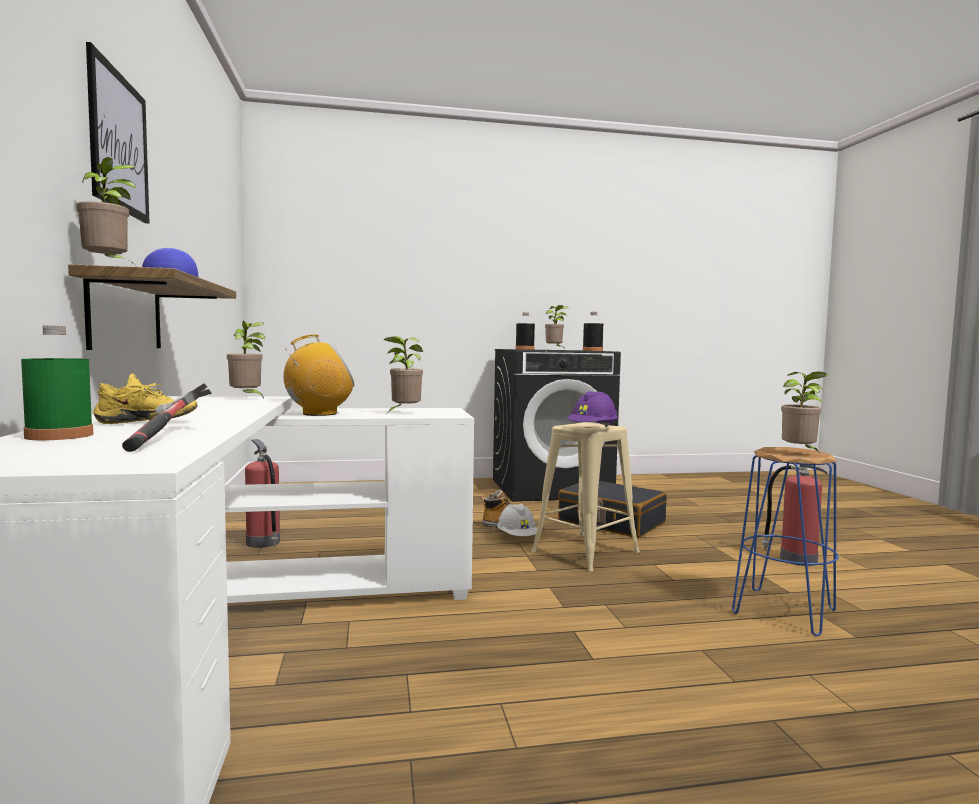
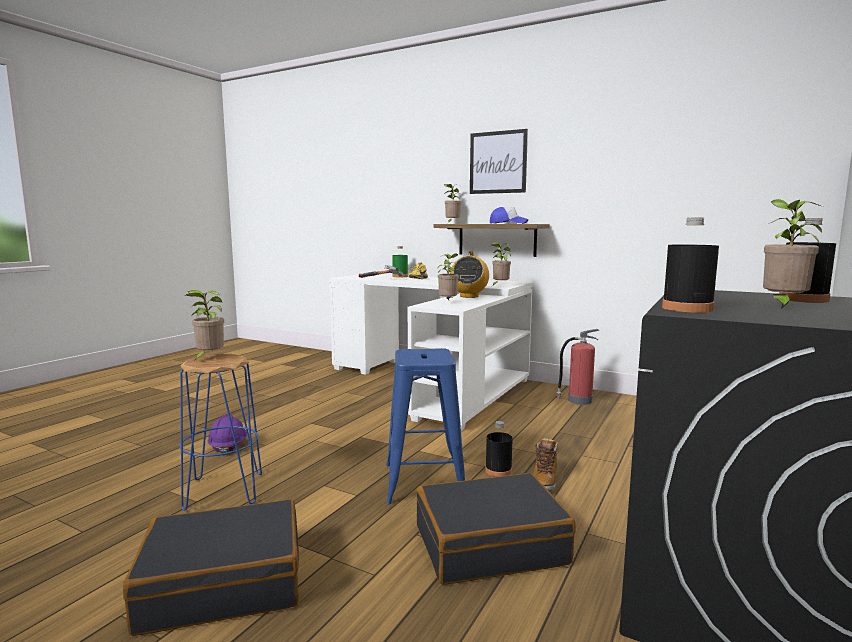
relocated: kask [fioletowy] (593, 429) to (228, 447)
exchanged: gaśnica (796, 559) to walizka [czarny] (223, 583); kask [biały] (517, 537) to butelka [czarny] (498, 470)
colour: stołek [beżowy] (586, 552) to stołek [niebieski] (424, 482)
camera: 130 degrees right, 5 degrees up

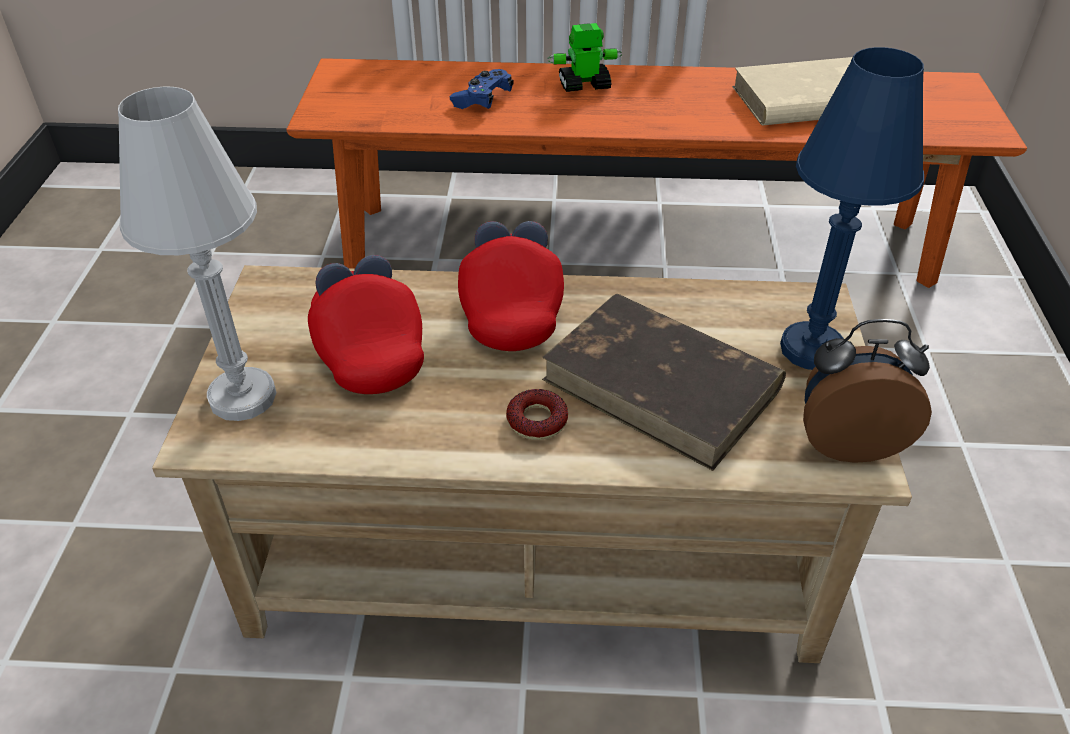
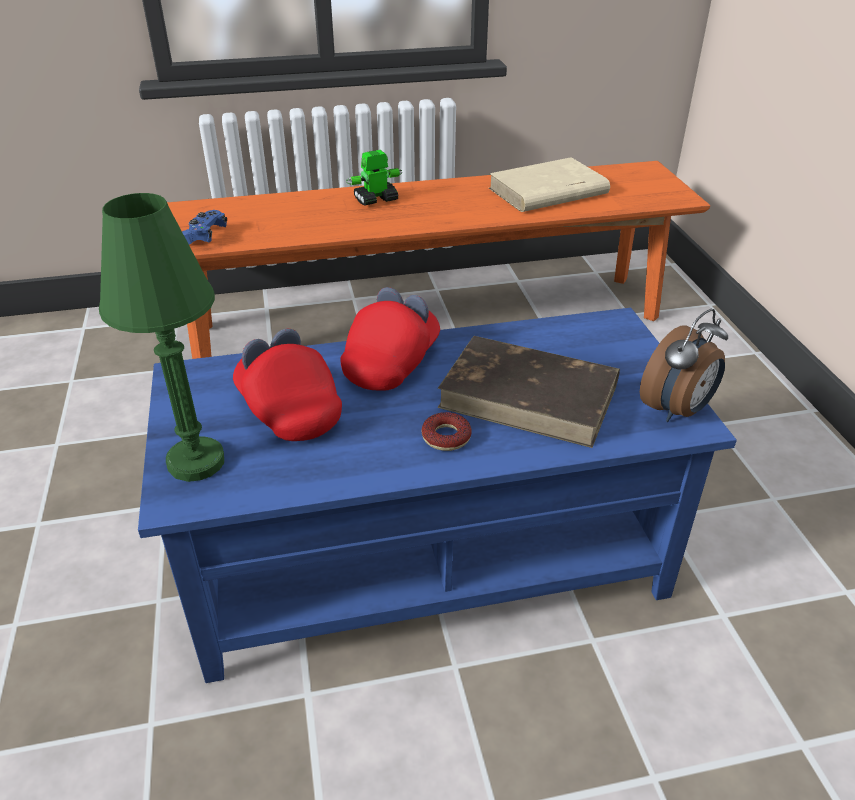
missing: lampa stołowa [niebieski] (811, 349)
relocated: pad do gier [niebieski] (482, 100) to (203, 237)
colour: lampa stołowa [biały] (242, 397) to lampa stołowa [zielony] (196, 462); ława [beżowy] (533, 546) to ława [niebieski] (426, 559)
spun: czapka z daszkiem [czerwony] (511, 310) = (392, 362) 45 degrees clockwise; budzik (847, 440) = (677, 410) 150 degrees clockwise
camera: 15 degrees left, 5 degrees down

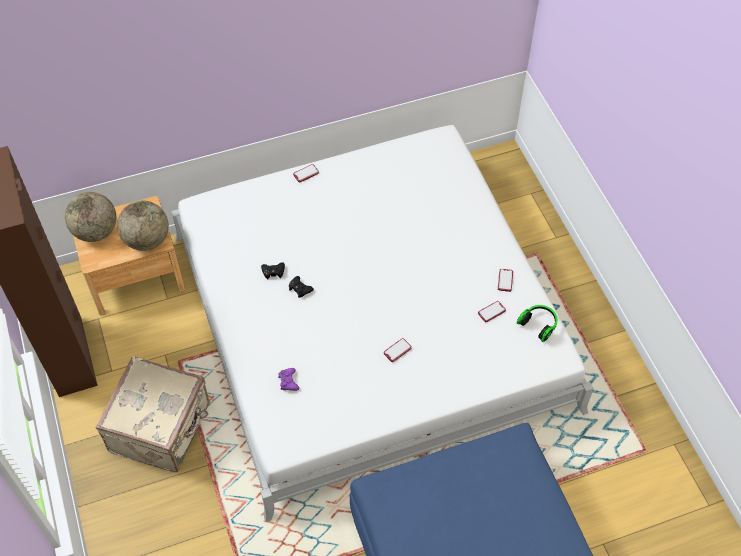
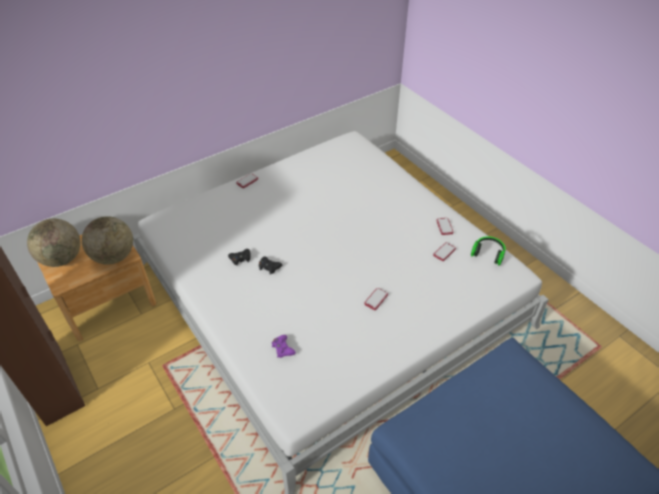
missing: walizka [beżowy] (162, 428)
camera: 15 degrees left, 10 degrees down

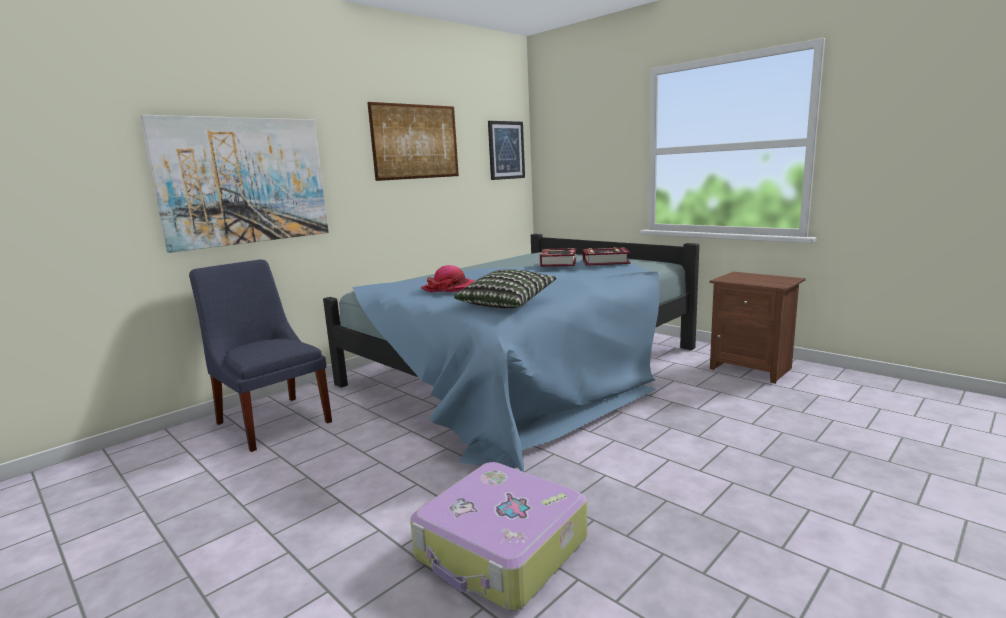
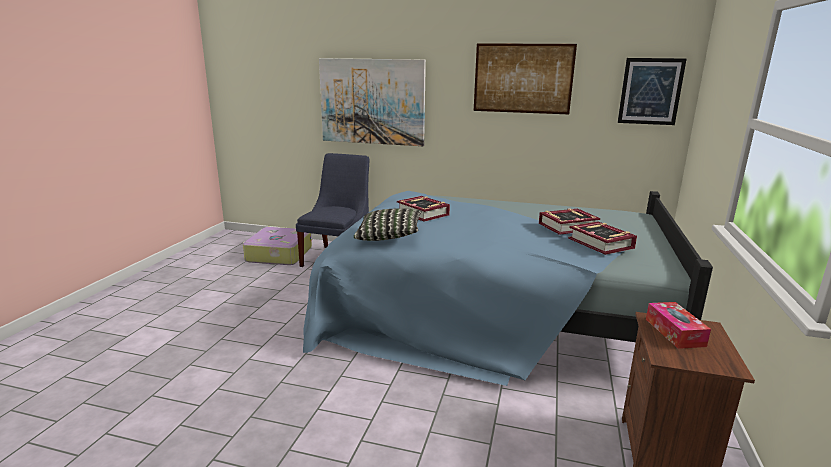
appeared: pudełko chusteczek (674, 332)
relocated: walizka (501, 550) to (278, 254)
exchanged: kapelusz (451, 288) to książka (423, 213)
camera: 60 degrees right, 5 degrees up

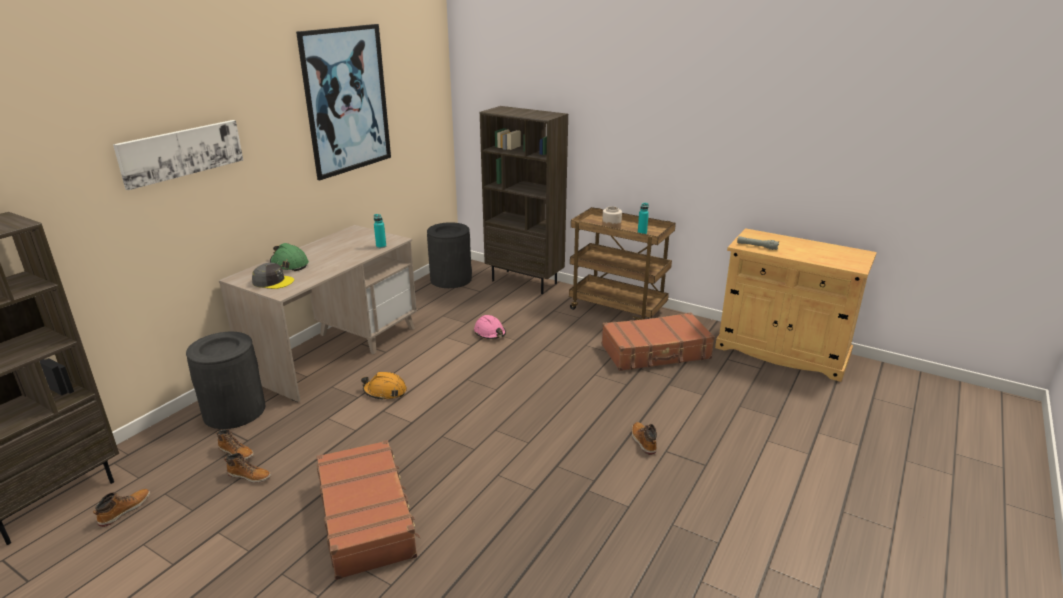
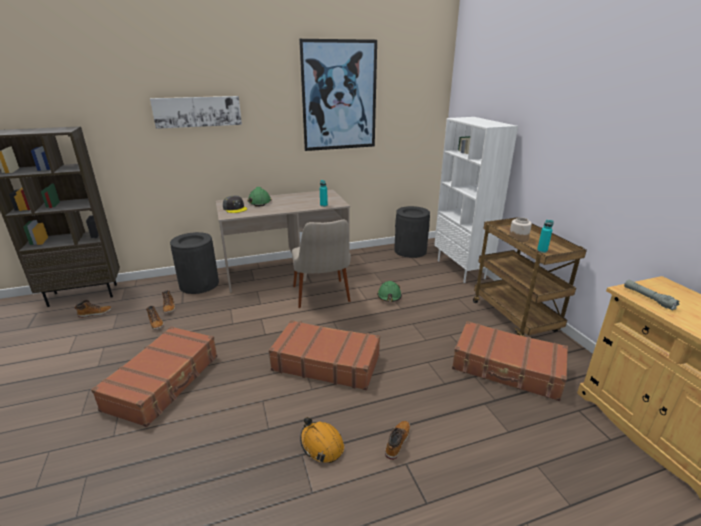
appeared: krzesło [beżowy] (323, 299); walizka [brązowy] (326, 362)
relocated: kask [pomarańczowy] (385, 392) to (321, 445)
colour: regał [brązowy] (525, 282) to regał [biały] (461, 269); kask [różowy] (490, 333) to kask [zielony] (389, 296)
camera: 40 degrees right, 0 degrees up

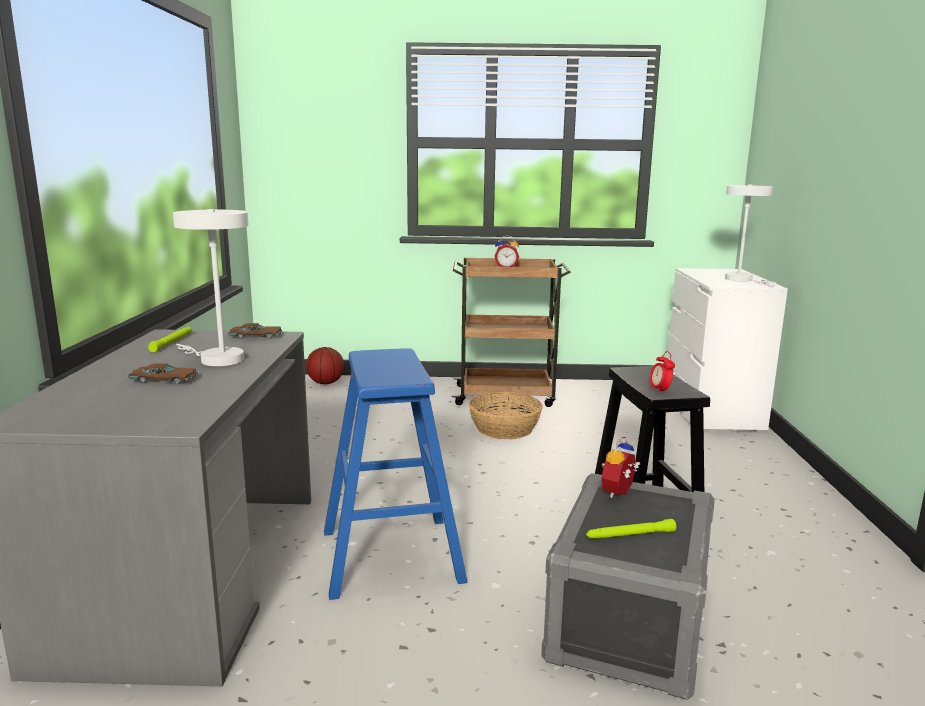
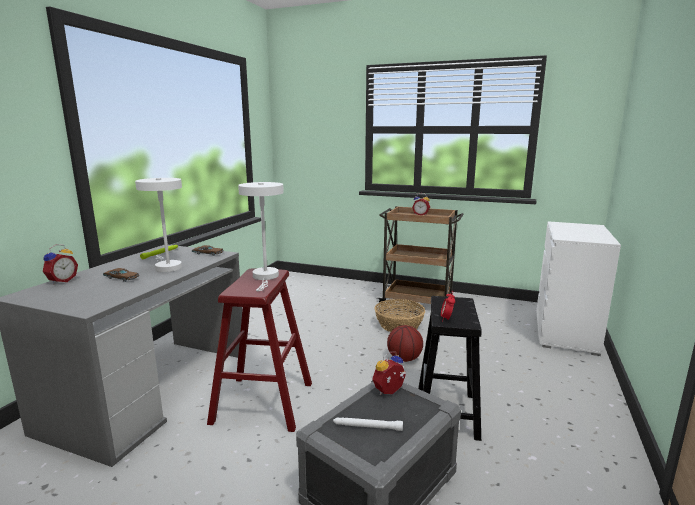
appeared: budzik (61, 281)
relocated: lampa stołowa [biały] (742, 280) to (265, 277); piłka do koszykówki (326, 383) to (404, 359)
colour: stołek [niebieski] (391, 556) to stołek [czerwony] (263, 402); latarka [zielony] (630, 535) to latarka [biały] (367, 427)
camera: 20 degrees right, 0 degrees up

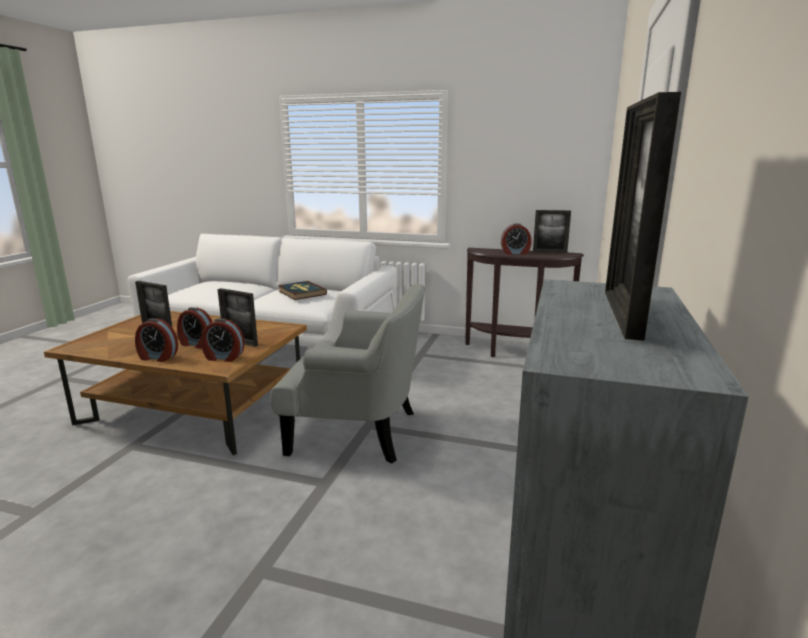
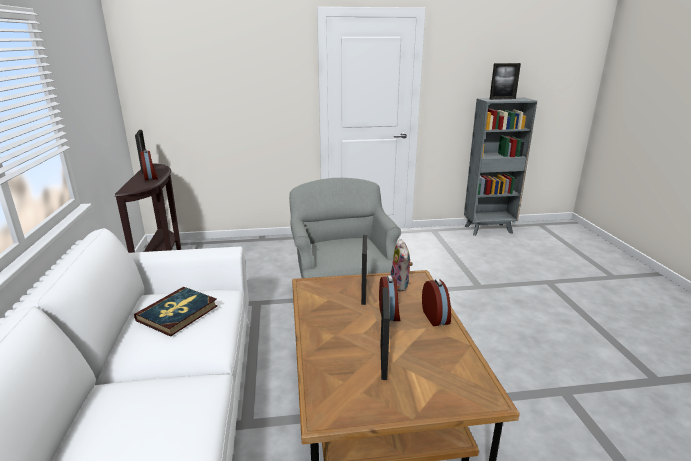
exchanged: budzik (223, 357) to pluszak (401, 286)
camera: 115 degrees left, 5 degrees up

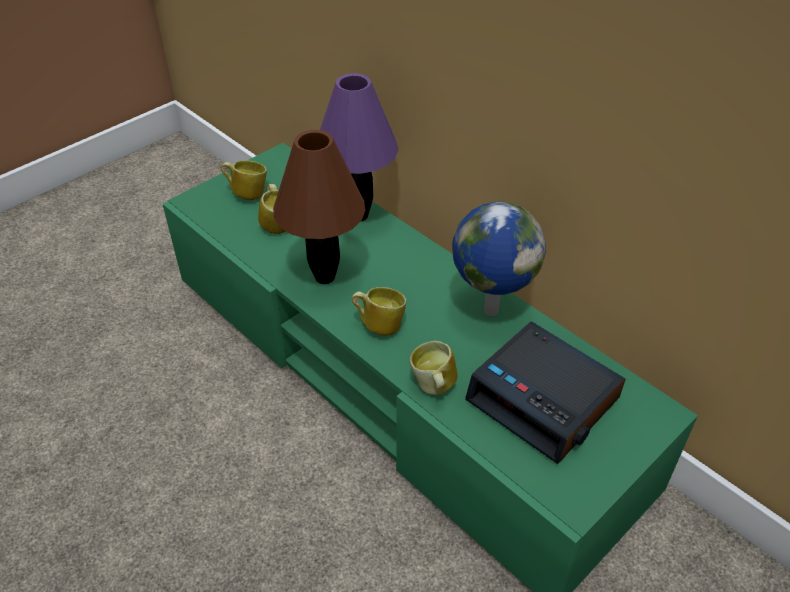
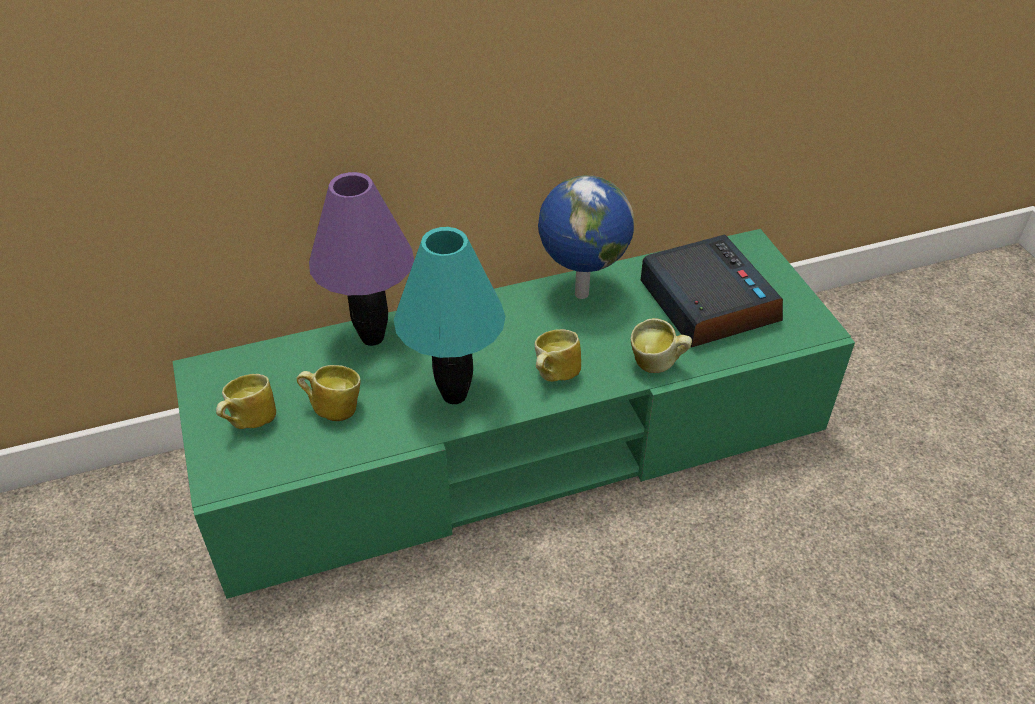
colour: lampa stołowa [brązowy] (324, 276) to lampa stołowa [turkusowy] (453, 395)
spun: budzik (544, 400) = (706, 302) 90 degrees counterclockwise
camera: 65 degrees left, 0 degrees up

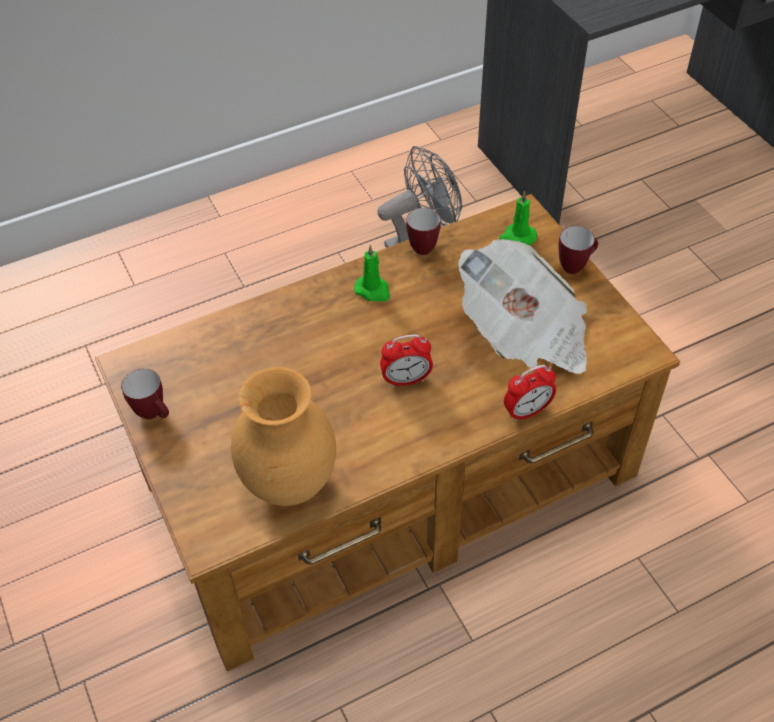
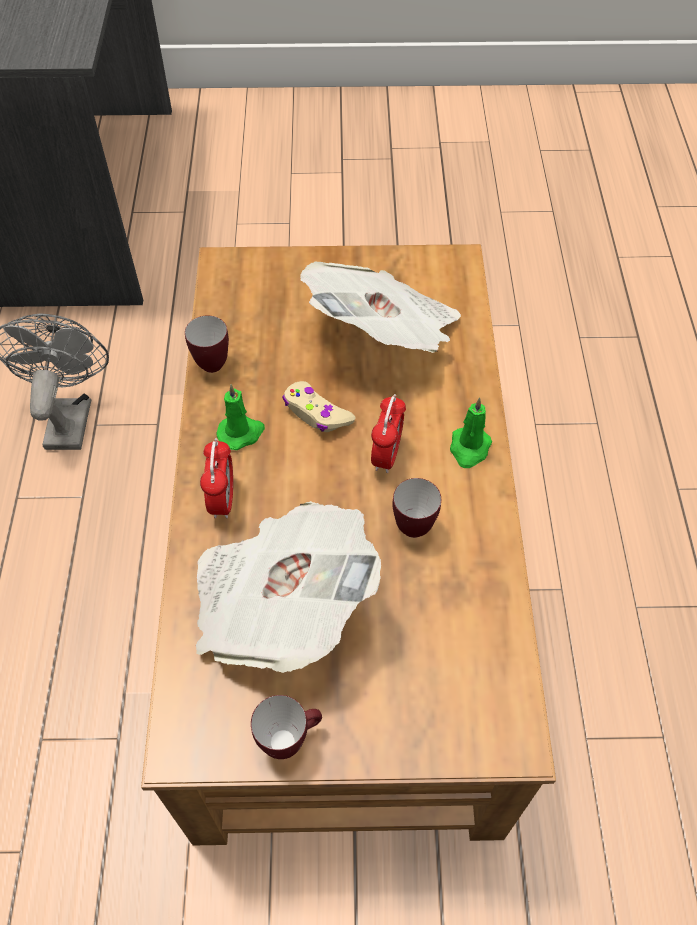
missing: wazon [brązowy] (290, 485)
appeared: pad do gier [beżowy] (316, 413); gazeta (279, 604)
relocated: świeca [zielony] (517, 237) to (469, 448); kubek (575, 265) to (412, 521); budzik (527, 412) to (222, 500)
camera: 65 degrees left, 5 degrees up

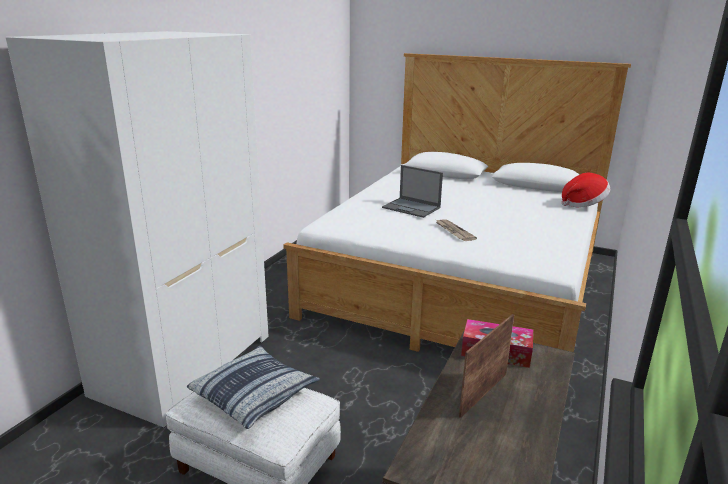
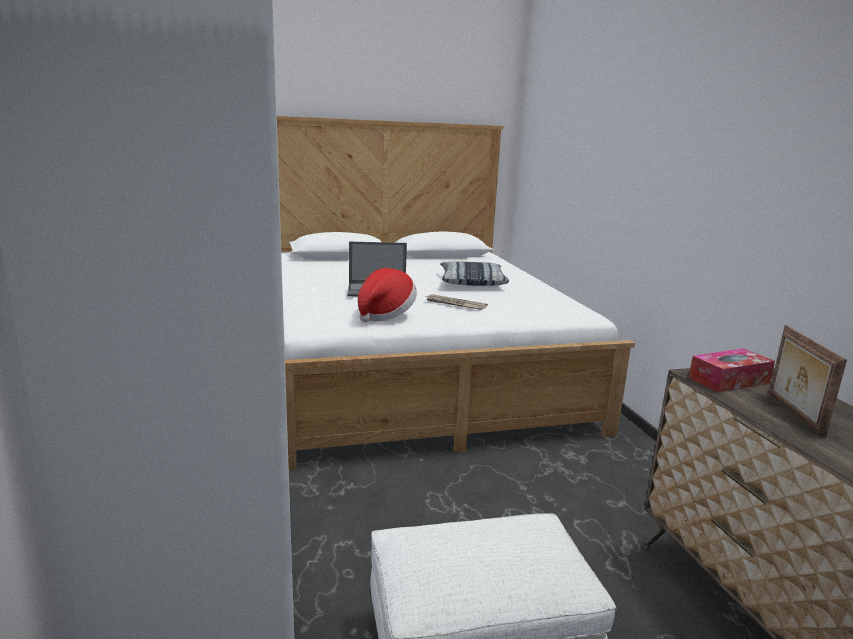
relocated: kapelusz (583, 204) to (385, 314); poduszka (254, 394) to (472, 282)
camera: 40 degrees left, 5 degrees down

